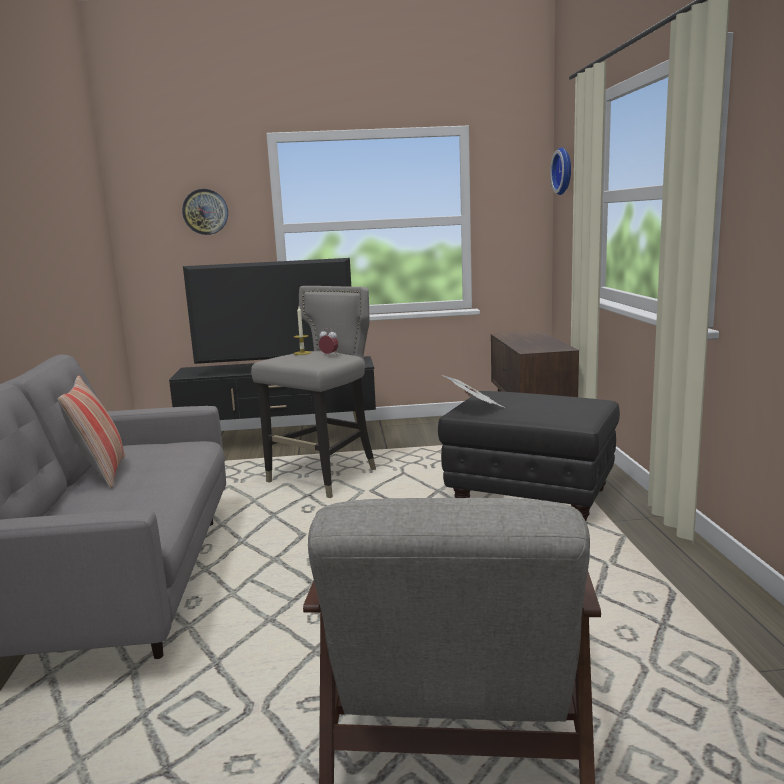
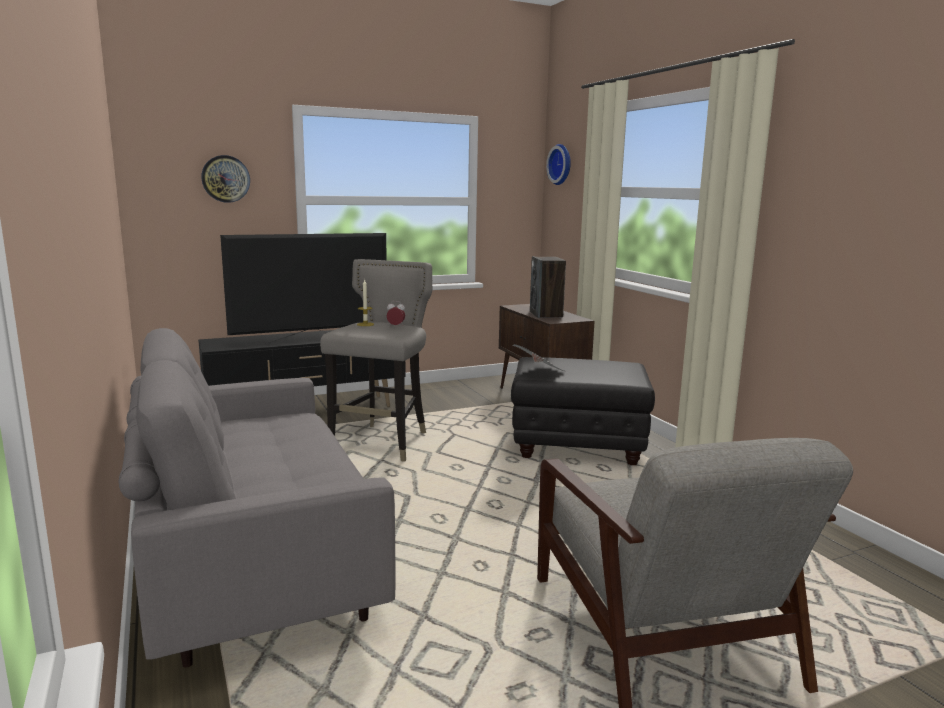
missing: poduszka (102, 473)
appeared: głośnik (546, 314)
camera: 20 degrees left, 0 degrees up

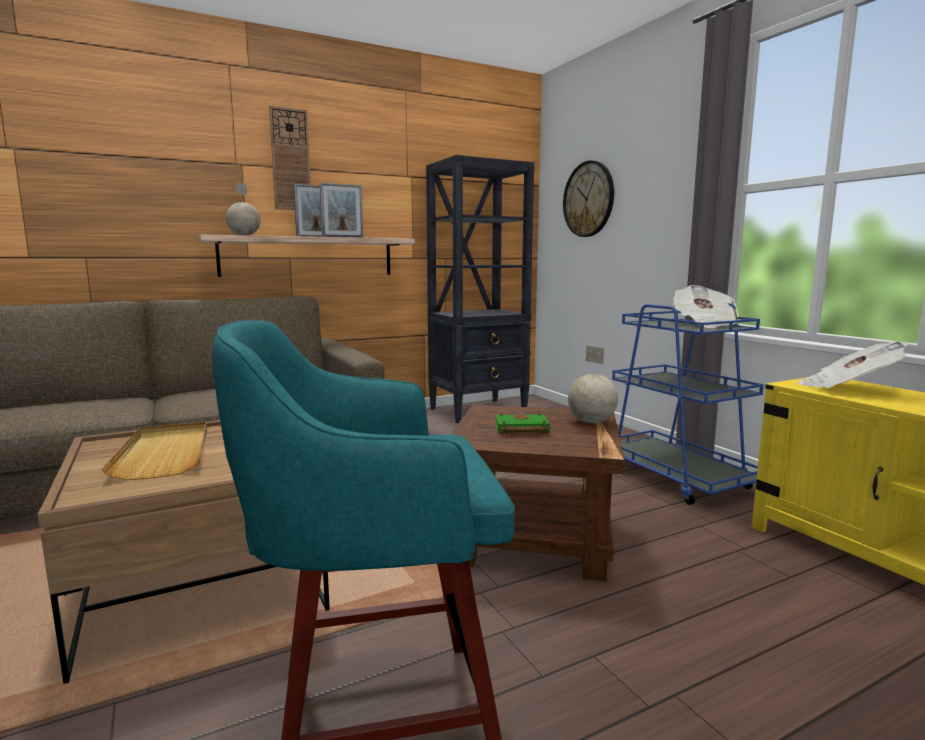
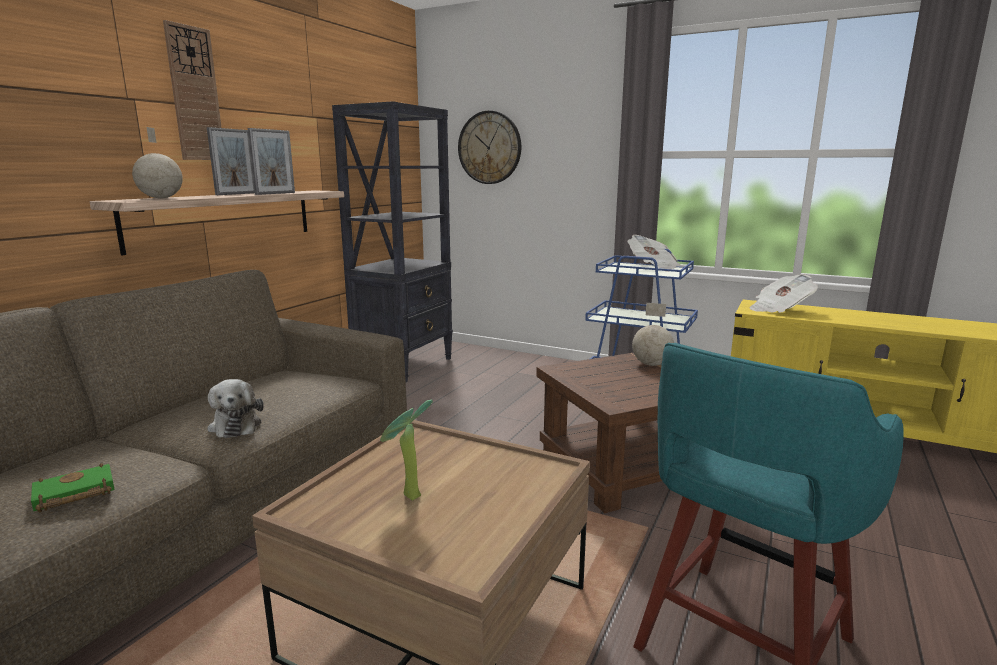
appeared: pluszak (235, 425)
relocated: książka [zielony] (520, 429) to (72, 495)
exchanged: taca [beżowy] (165, 453) to roślina doniczkowa (407, 497)
camera: 35 degrees left, 5 degrees up

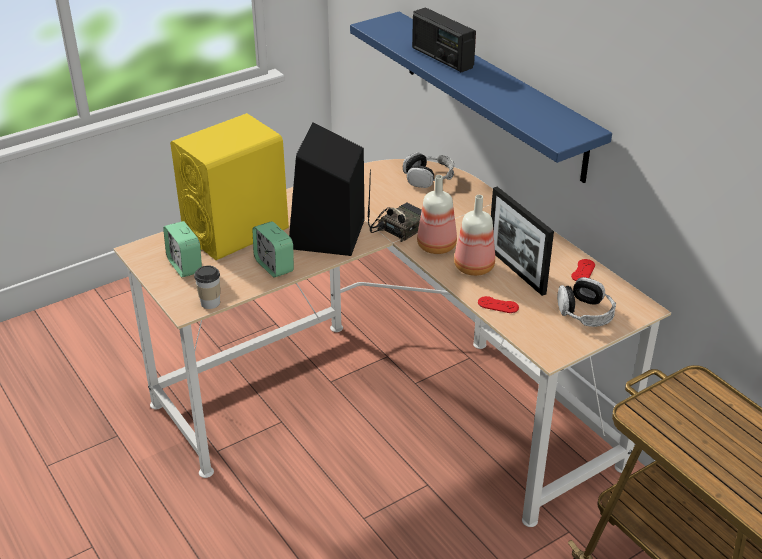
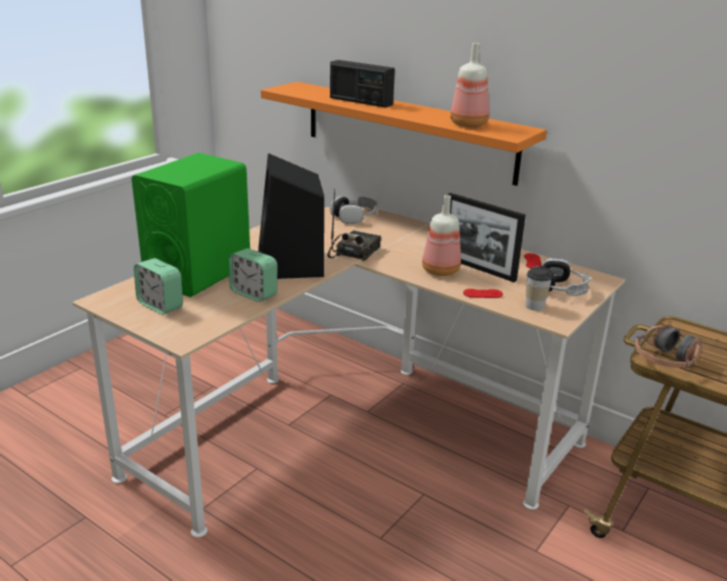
appeared: słuchawki (665, 360)
relocated: butelka (437, 246) to (469, 124); filiżanka (210, 303) to (534, 306)
colour: półka [niebieski] (492, 94) to półka [pomarańczowy] (407, 131); głośnik [żółty] (236, 231) to głośnik [zielony] (198, 273)
camera: 20 degrees left, 10 degrees down

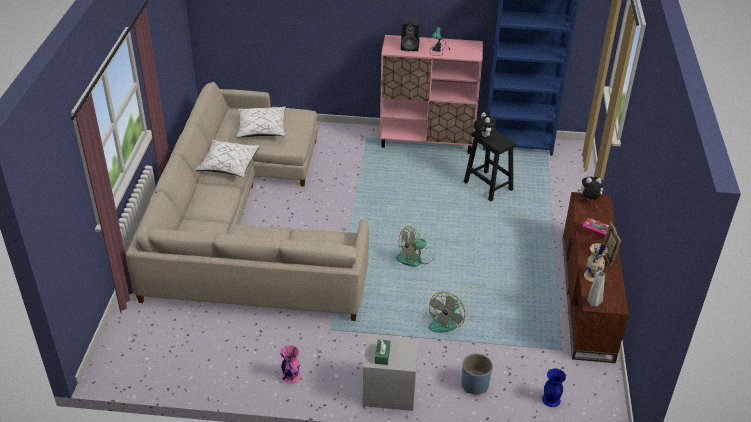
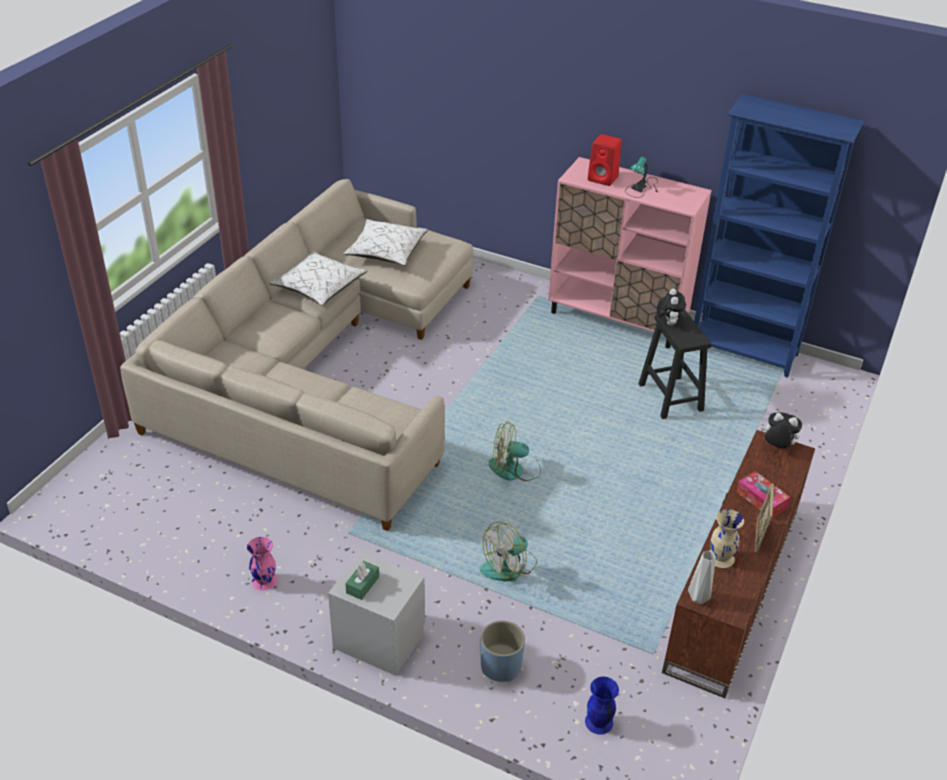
colour: głośnik [czarny] (410, 47) to głośnik [czerwony] (604, 179)
camera: 20 degrees right, 0 degrees up

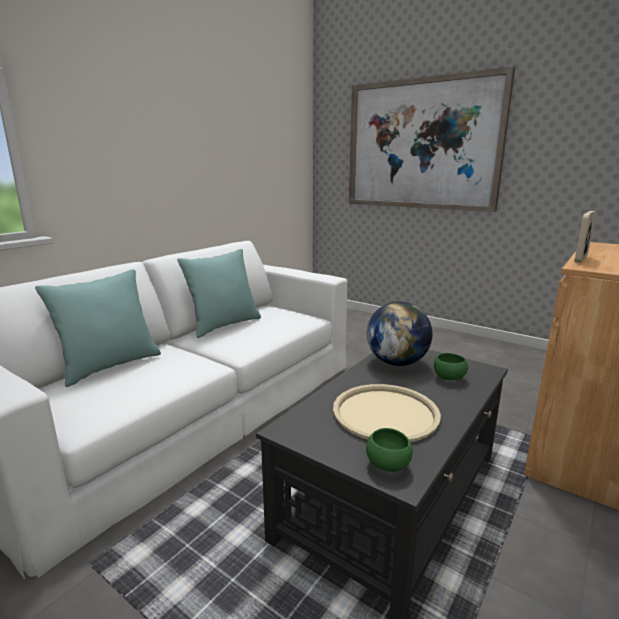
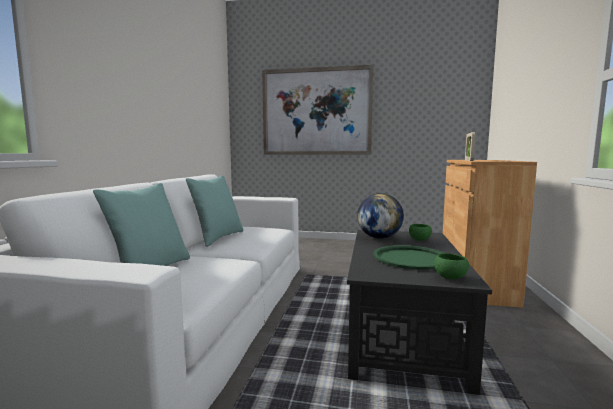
colour: taca [beżowy] (385, 413) to taca [zielony] (411, 258)
camera: 25 degrees left, 10 degrees down

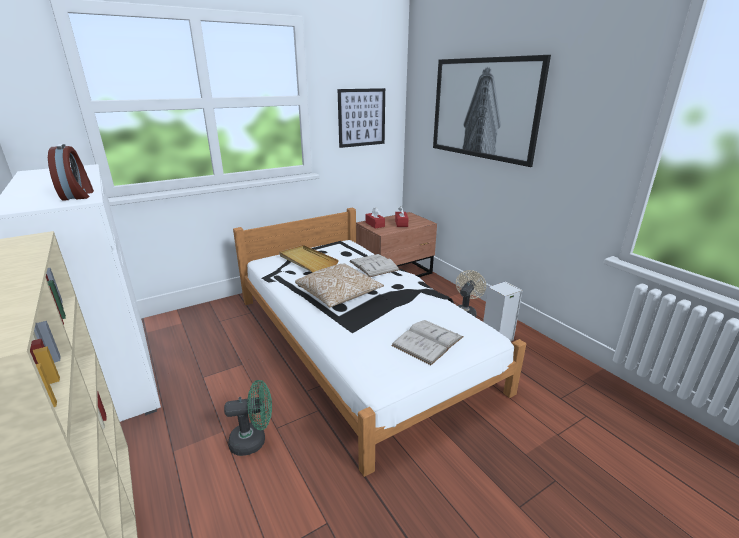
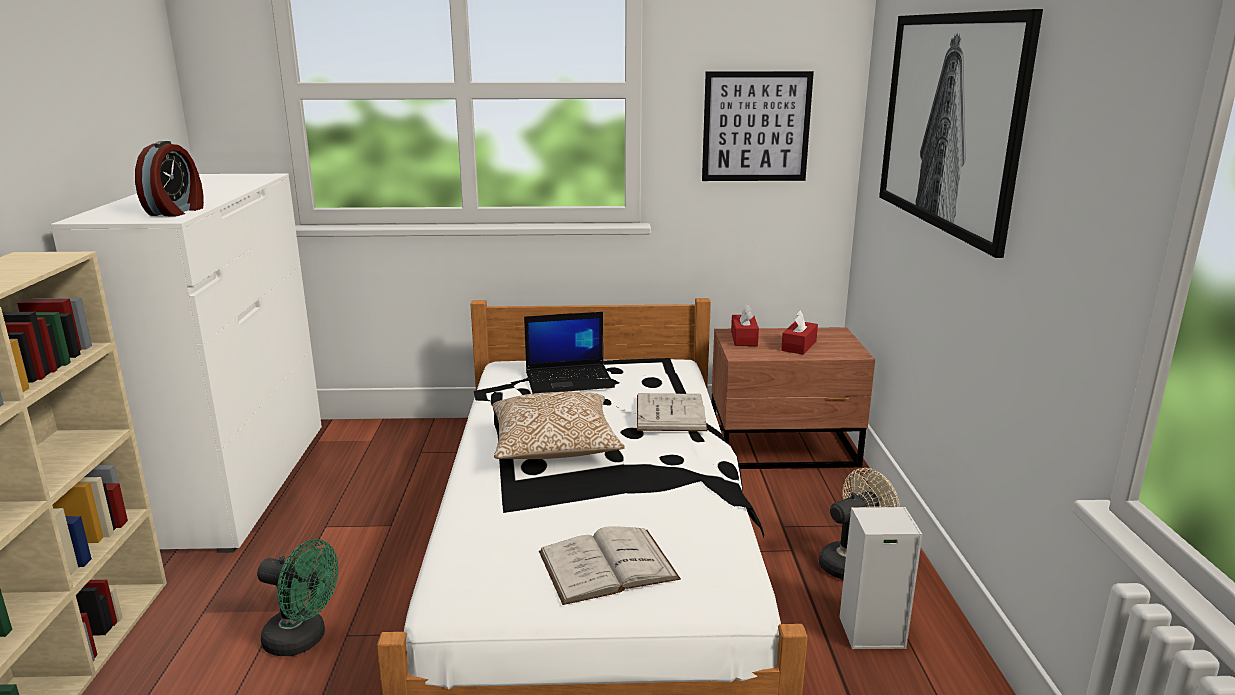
exchanged: taca [beżowy] (307, 261) to laptop (570, 379)
camera: 30 degrees right, 5 degrees down

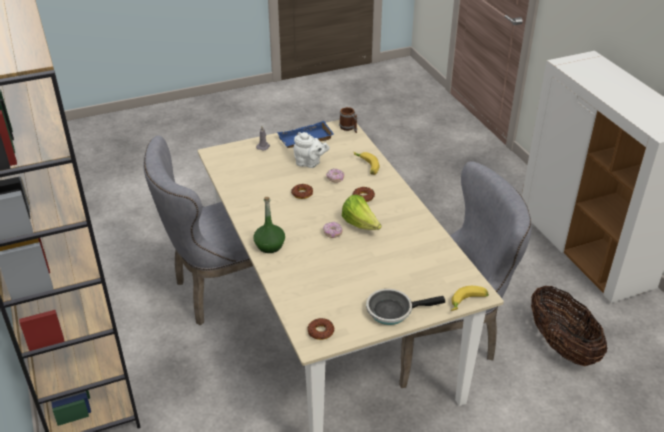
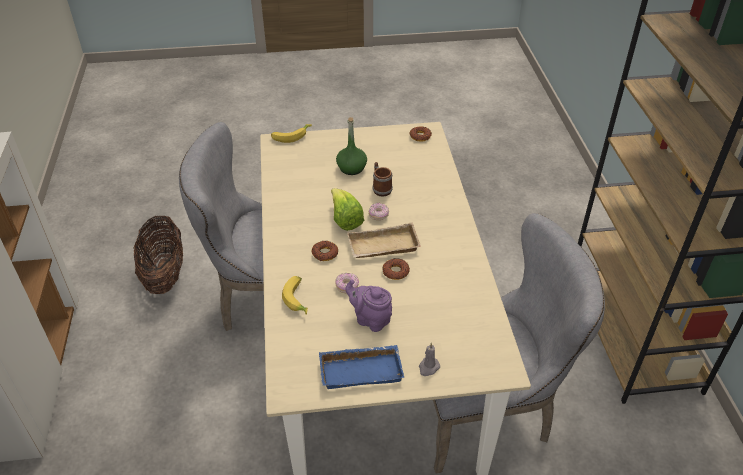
missing: patelnia (393, 310)
appeared: taca [beżowy] (382, 247)
relocated: kubek (349, 128) to (380, 188); butelka [zielony] (269, 245) to (352, 168)
colour: imbryk [biały] (309, 163) to imbryk [fioletowy] (370, 319)
camera: 165 degrees left, 5 degrees up

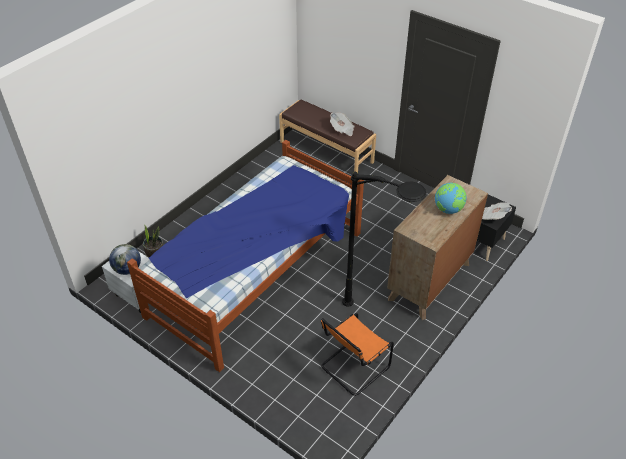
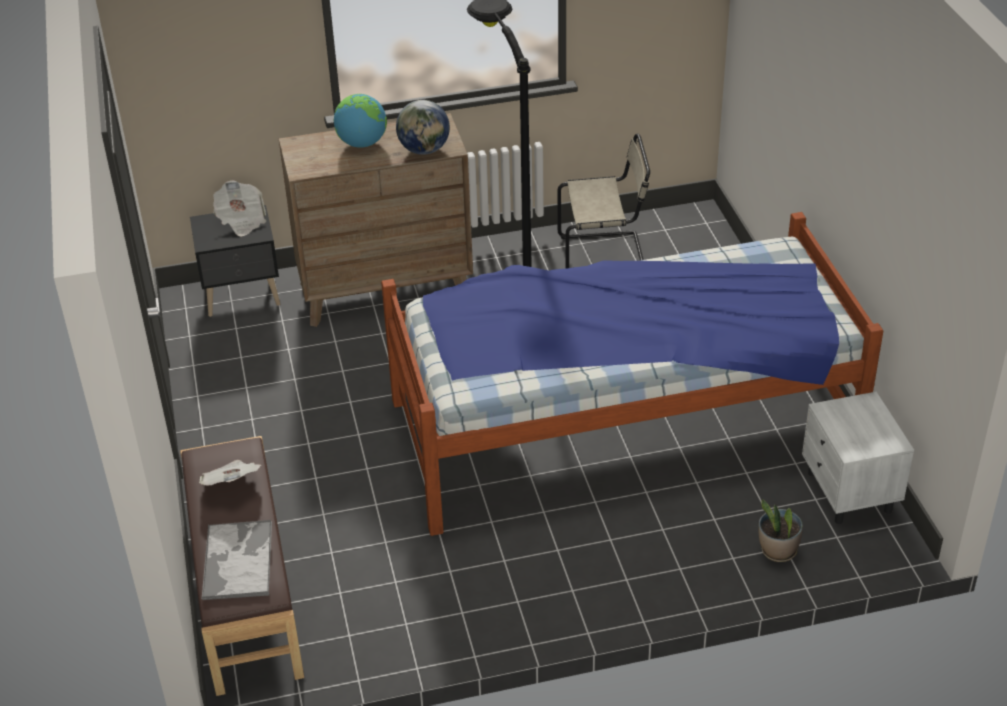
appeared: taca (238, 560)
relocated: globus (127, 269) to (424, 150)
colour: krzesło [pomarańczowy] (353, 368) to krzesło [beżowy] (605, 256)
camera: 140 degrees left, 5 degrees down

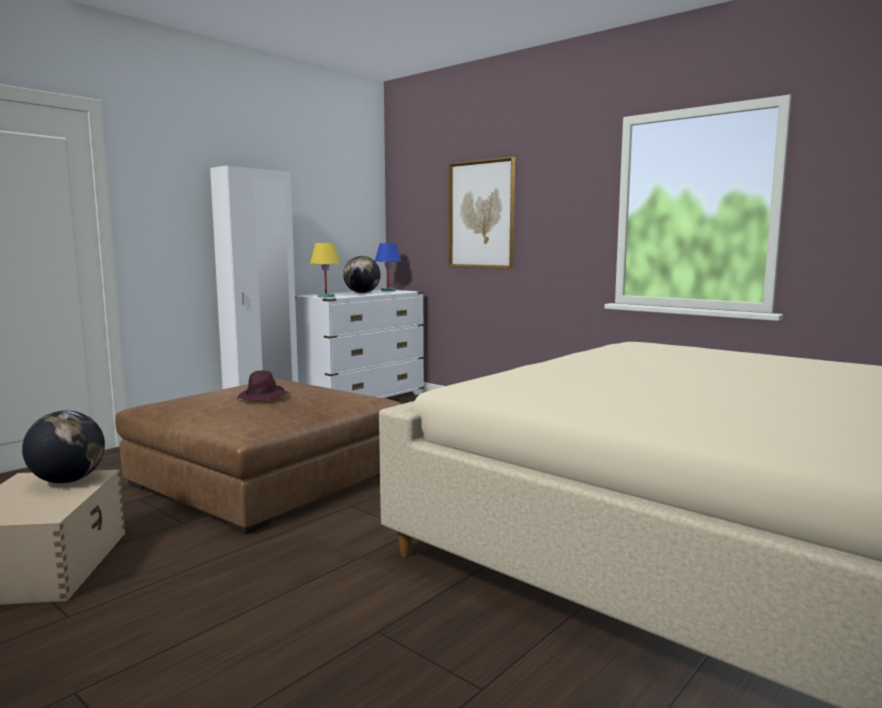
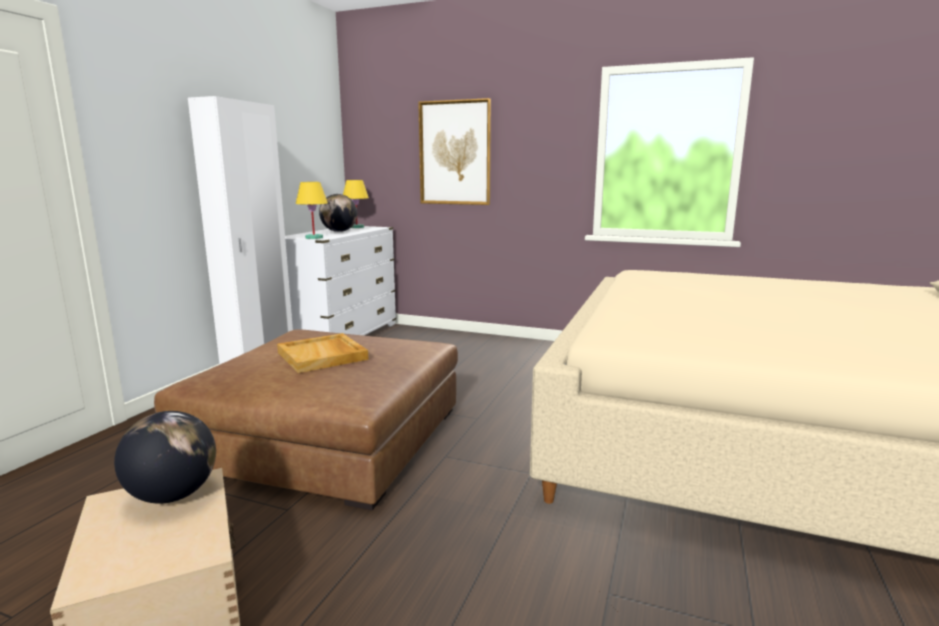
exchanged: kapelusz [fioletowy] (263, 397) to taca [beżowy] (323, 356)
colour: lampa stołowa [niebieski] (388, 290) to lampa stołowa [żółty] (356, 227)
camera: 20 degrees left, 5 degrees up

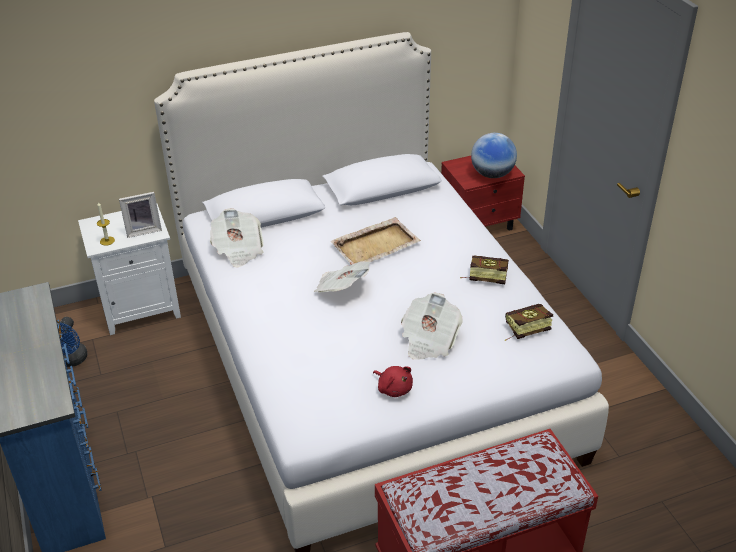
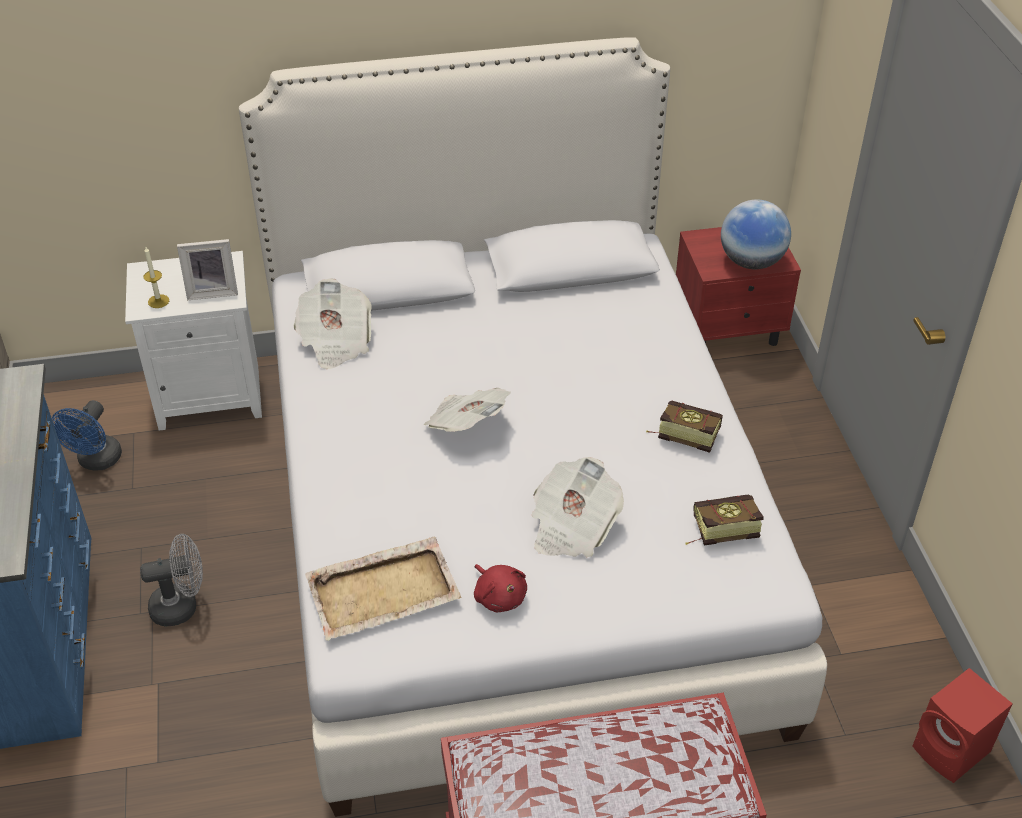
appeared: wentylator [szary] (181, 606); głośnik [czerwony] (952, 752)
relocated: taca [beżowy] (376, 244) to (384, 590)
camera: 10 degrees right, 5 degrees up

